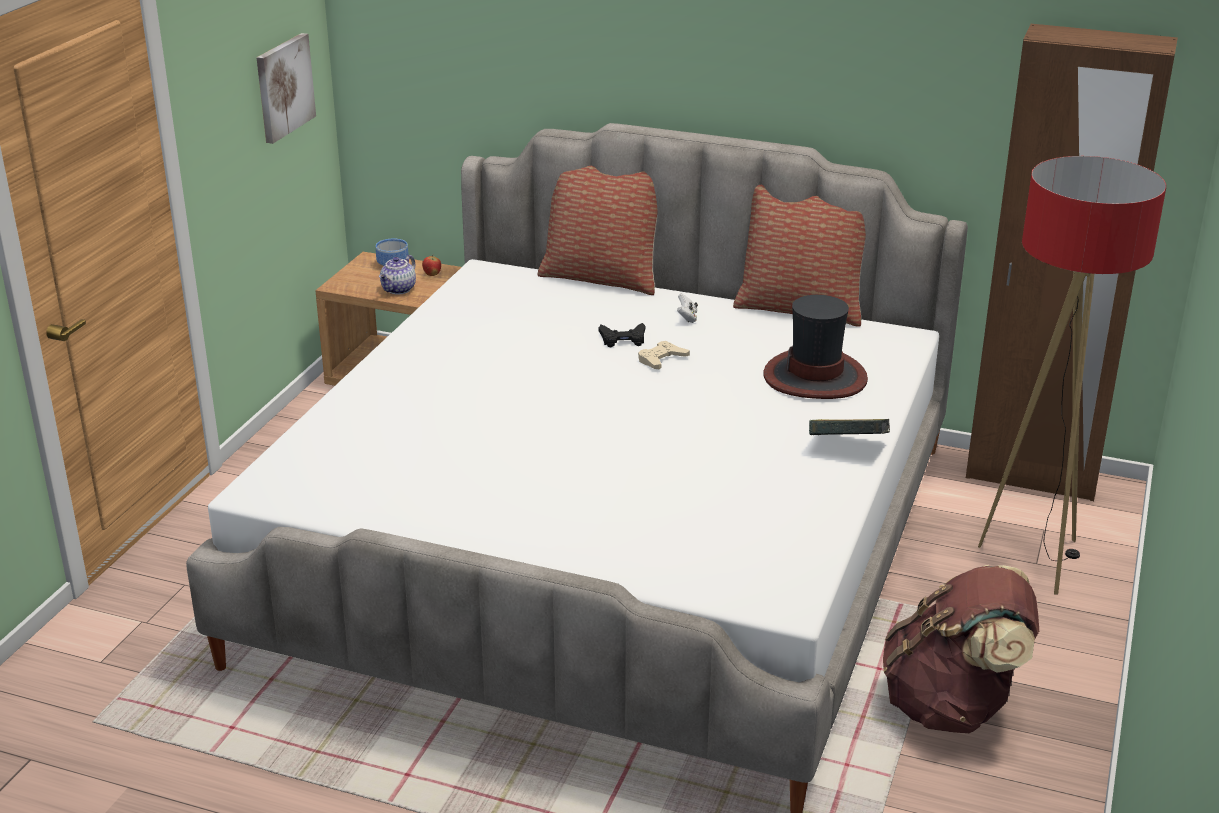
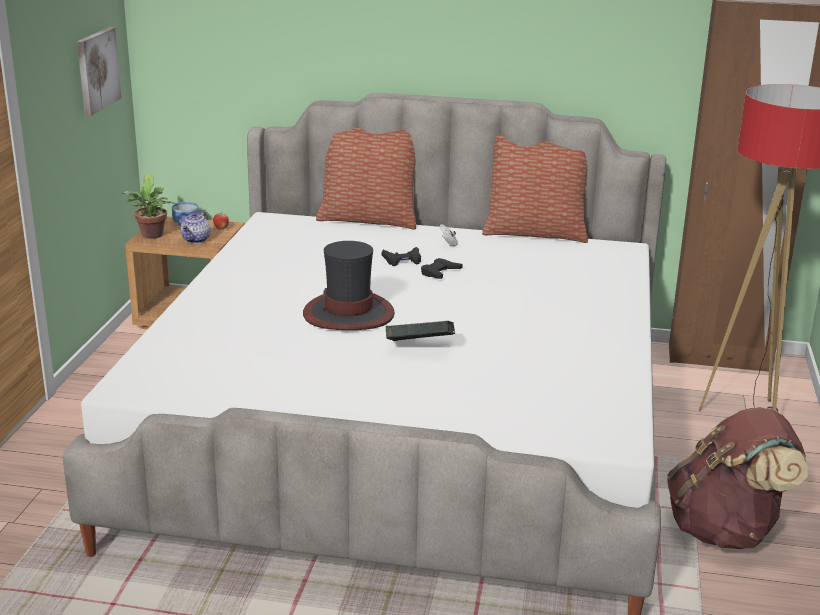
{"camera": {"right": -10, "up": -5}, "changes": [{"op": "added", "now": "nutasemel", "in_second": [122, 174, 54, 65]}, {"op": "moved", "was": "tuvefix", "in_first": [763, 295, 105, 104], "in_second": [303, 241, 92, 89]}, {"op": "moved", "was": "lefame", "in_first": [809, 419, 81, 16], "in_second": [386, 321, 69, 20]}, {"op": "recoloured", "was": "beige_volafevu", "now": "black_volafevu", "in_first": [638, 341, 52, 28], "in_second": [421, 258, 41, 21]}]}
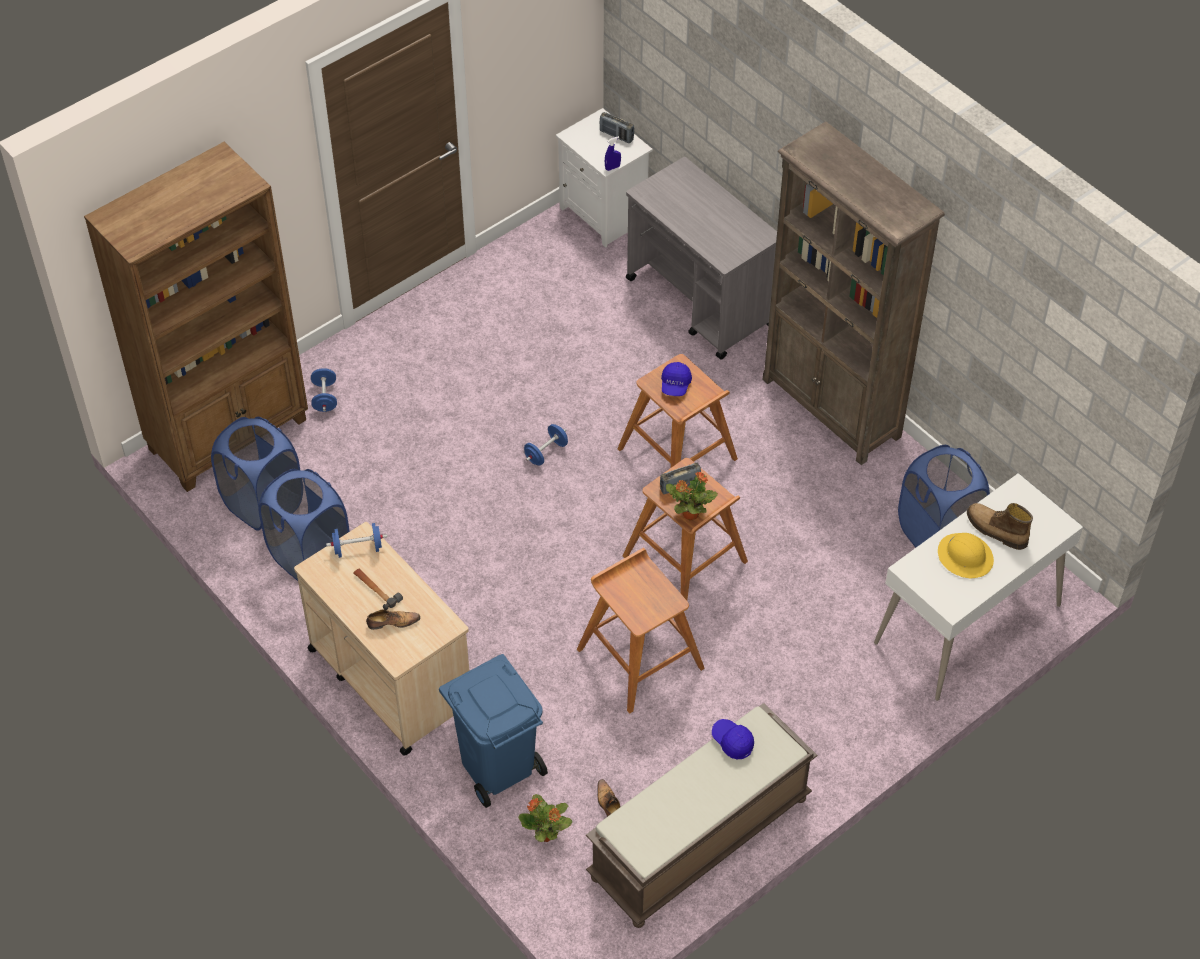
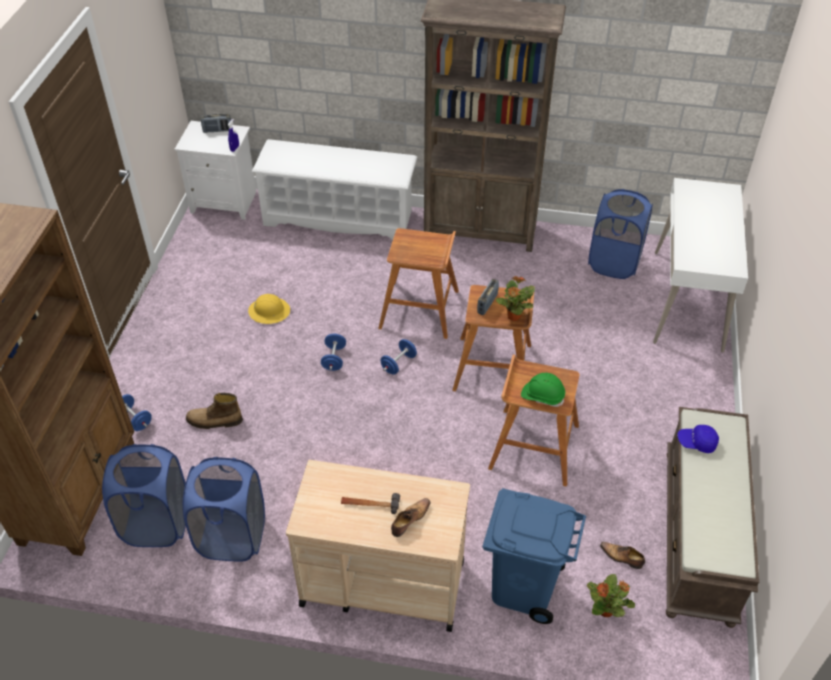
{"camera": {"right": -40, "up": -5}, "changes": [{"op": "removed", "was": "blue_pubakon", "in_first": [661, 362, 31, 34]}, {"op": "added", "now": "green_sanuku", "in_second": [521, 373, 44, 34]}, {"op": "moved", "was": "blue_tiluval", "in_first": [326, 523, 61, 35], "in_second": [381, 339, 36, 36]}, {"op": "moved", "was": "yellow_sanuku", "in_first": [938, 533, 56, 45], "in_second": [248, 294, 42, 30]}, {"op": "moved", "was": "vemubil", "in_first": [967, 503, 66, 47], "in_second": [186, 393, 57, 36]}, {"op": "replaced", "was": "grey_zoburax", "now": "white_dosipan", "in_first": [626, 157, 151, 203], "in_second": [252, 139, 165, 102]}]}
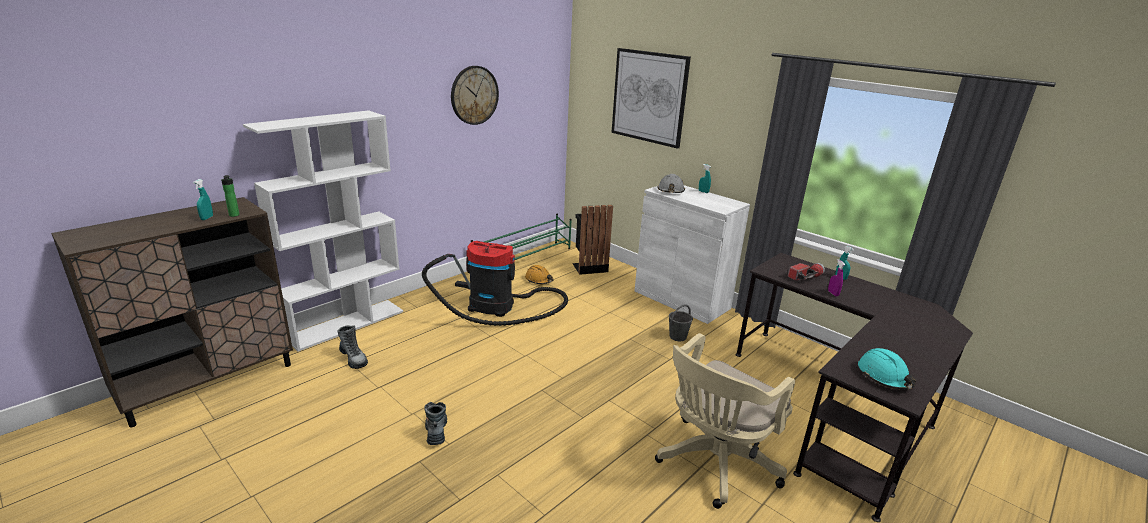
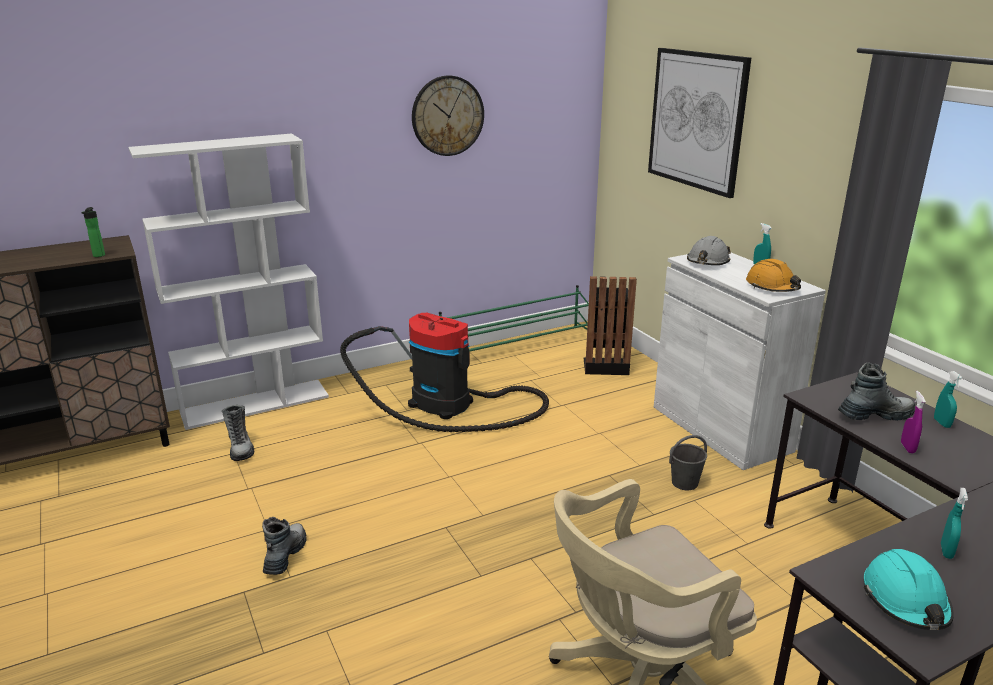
{"camera": {"right": 20, "up": 0}, "changes": [{"op": "moved", "was": "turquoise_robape", "in_first": [193, 179, 20, 41], "in_second": [941, 488, 27, 71]}, {"op": "moved", "was": "orange_sanuku", "in_first": [525, 265, 28, 19], "in_second": [746, 259, 55, 33]}, {"op": "replaced", "was": "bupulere", "now": "vemubil", "in_first": [788, 263, 37, 18], "in_second": [838, 363, 77, 58]}]}
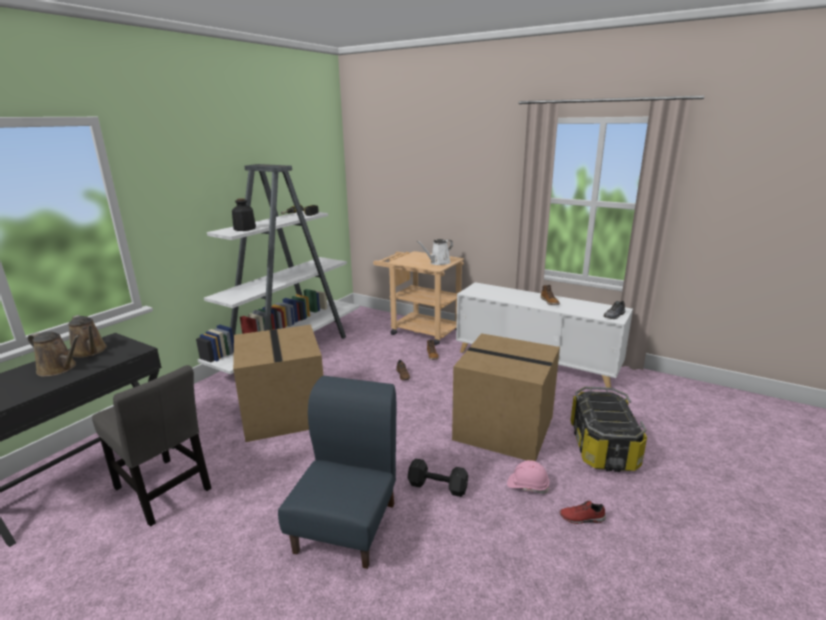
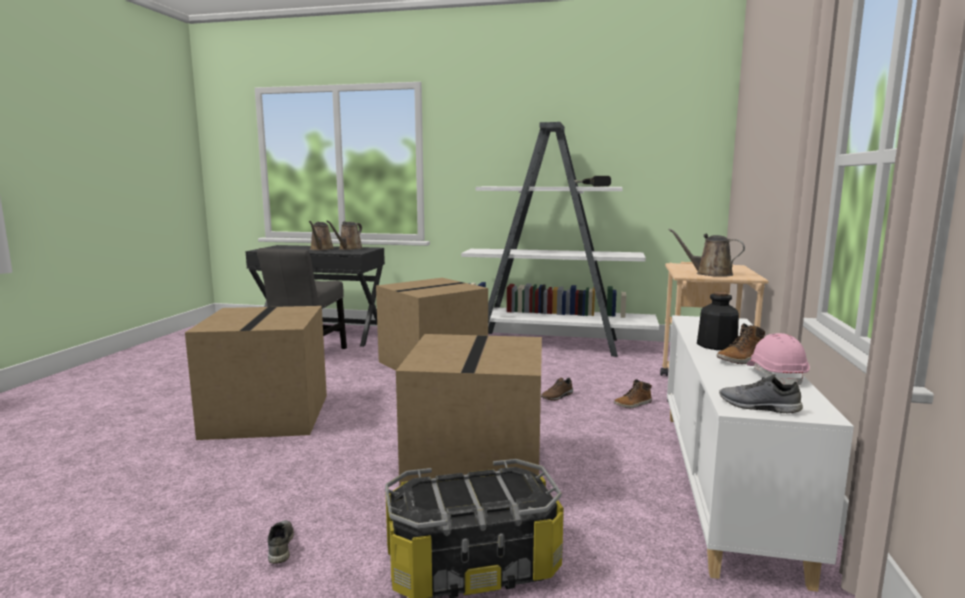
{"camera": {"right": 70, "up": -10}, "changes": [{"op": "removed", "was": "black_tiluval", "in_first": [407, 458, 61, 39]}, {"op": "moved", "was": "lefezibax", "in_first": [232, 198, 24, 33], "in_second": [697, 292, 42, 58]}, {"op": "moved", "was": "pink_sanuku", "in_first": [507, 460, 42, 34], "in_second": [747, 333, 63, 52]}, {"op": "replaced", "was": "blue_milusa", "now": "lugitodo", "in_first": [278, 376, 119, 193], "in_second": [185, 306, 142, 134]}, {"op": "recoloured", "was": "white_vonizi", "now": "brown_vonizi", "in_first": [417, 239, 36, 26], "in_second": [669, 229, 76, 48]}, {"op": "recoloured", "was": "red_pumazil", "now": "grey_pumazil", "in_first": [560, 501, 46, 23], "in_second": [268, 520, 26, 44]}]}
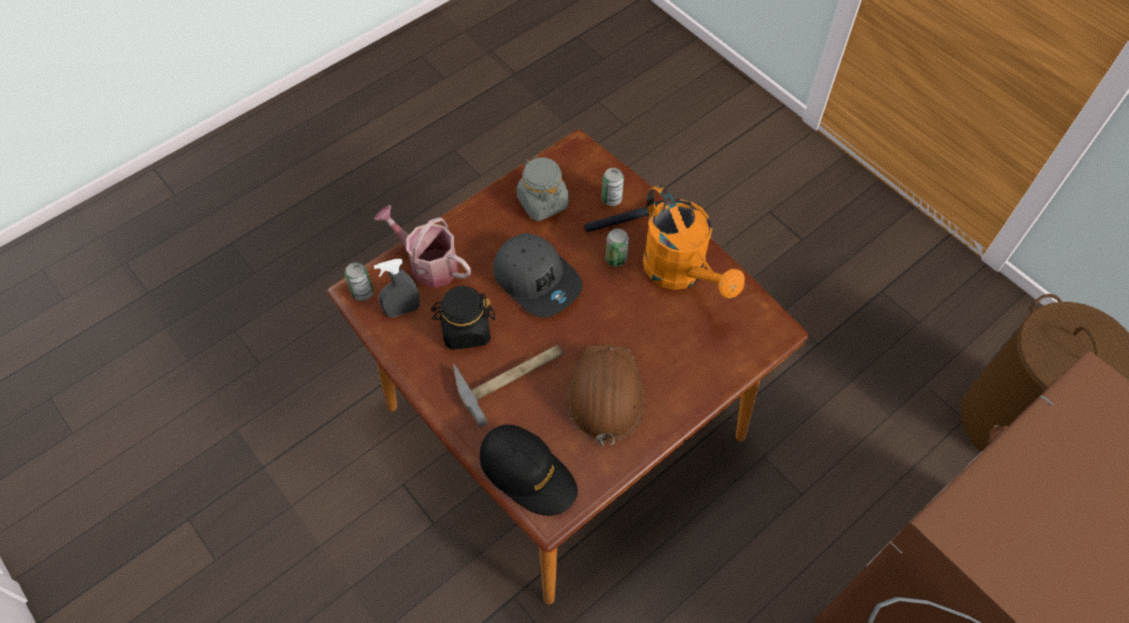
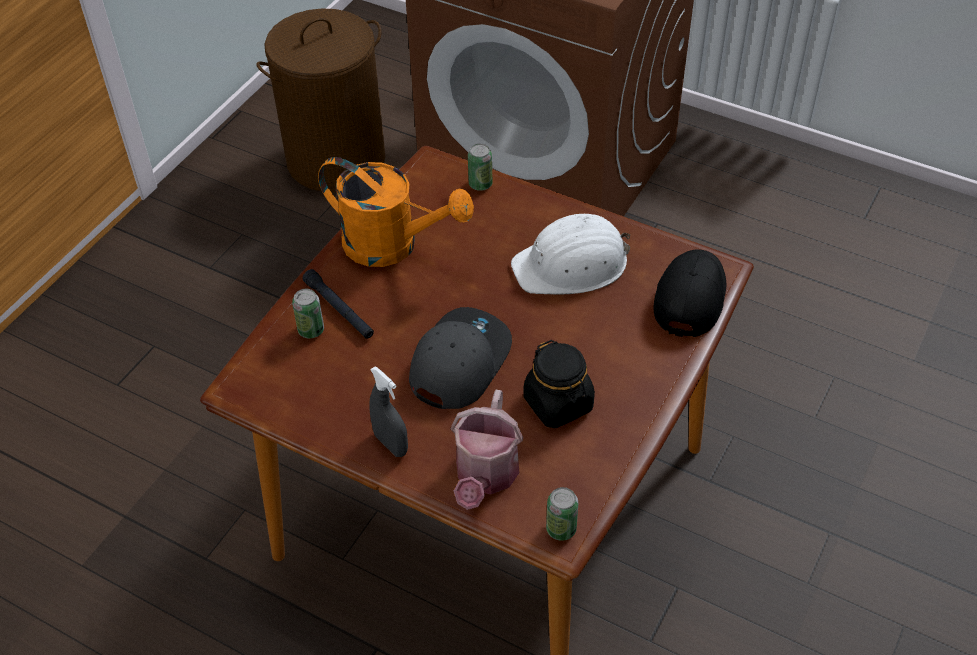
{"camera": {"right": -110, "up": -10}, "changes": [{"op": "removed", "was": "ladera", "in_first": [453, 345, 110, 82]}, {"op": "removed", "was": "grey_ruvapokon", "in_first": [517, 156, 52, 65]}, {"op": "moved", "was": "grey_robape", "in_first": [374, 259, 46, 58], "in_second": [369, 366, 39, 91]}, {"op": "moved", "was": "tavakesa", "in_first": [605, 228, 24, 39], "in_second": [468, 144, 24, 47]}, {"op": "recoloured", "was": "brown_sanuku", "now": "white_sanuku", "in_first": [567, 345, 77, 102], "in_second": [511, 214, 119, 81]}, {"op": "turned", "was": "orange_vonizi", "in_first": [643, 185, 102, 113], "in_second": [318, 157, 156, 110], "clockwise": 75}]}
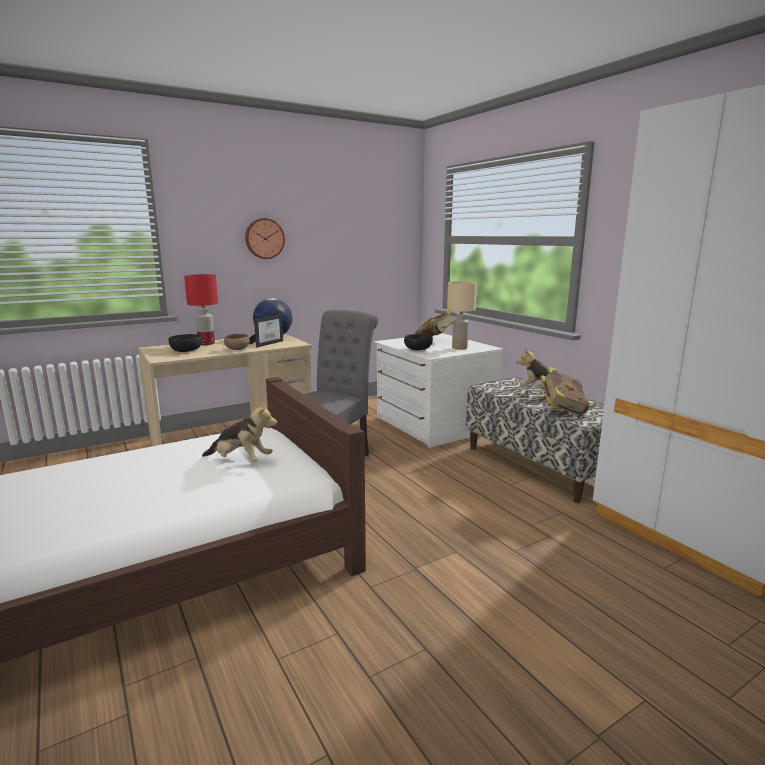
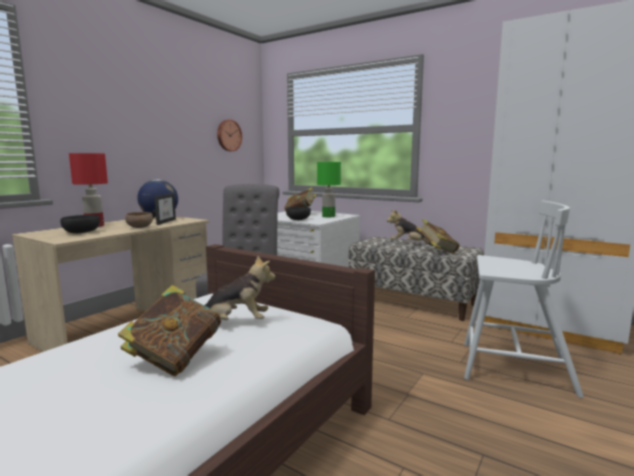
{"camera": {"right": -25, "up": -5}, "changes": [{"op": "added", "now": "lefame", "in_second": [118, 285, 103, 91]}, {"op": "added", "now": "white_milusa", "in_second": [464, 201, 120, 197]}, {"op": "moved", "was": "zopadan", "in_first": [245, 218, 40, 41], "in_second": [217, 119, 25, 32]}, {"op": "recoloured", "was": "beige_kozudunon", "now": "green_kozudunon", "in_first": [447, 281, 30, 68], "in_second": [317, 162, 24, 55]}]}
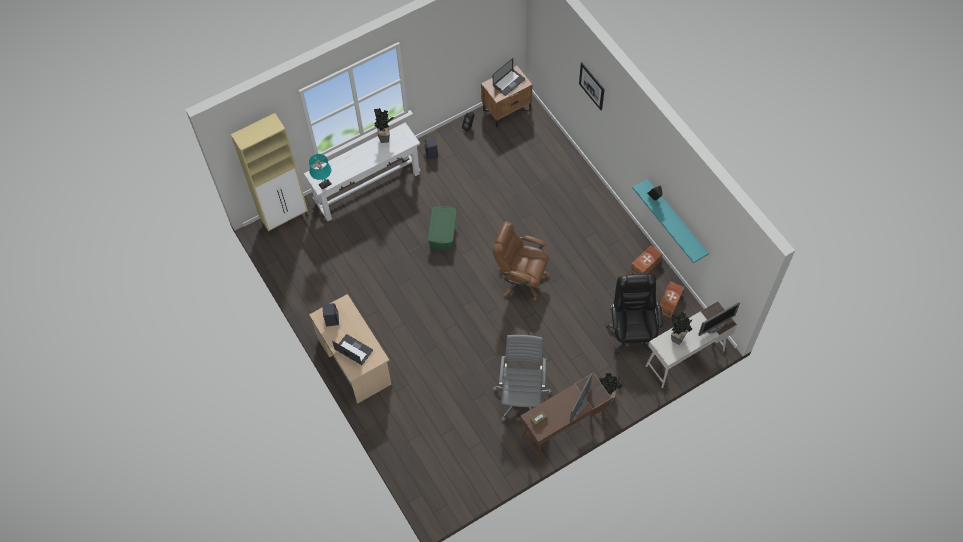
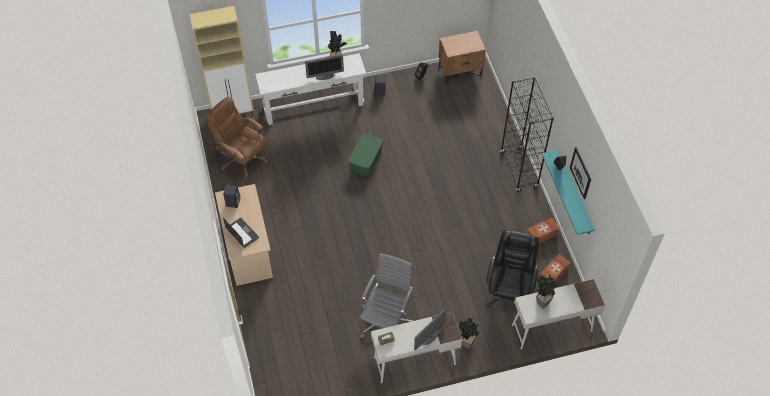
{"camera": {"right": 15, "up": -5}, "changes": [{"op": "removed", "was": "turquoise_kozudunon", "in_first": [309, 154, 22, 35]}, {"op": "removed", "was": "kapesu", "in_first": [493, 58, 32, 38]}, {"op": "added", "now": "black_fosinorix", "in_second": [500, 77, 54, 115]}, {"op": "moved", "was": "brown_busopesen", "in_first": [493, 221, 57, 80], "in_second": [206, 97, 62, 83]}, {"op": "moved", "was": "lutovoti", "in_first": [579, 62, 26, 48], "in_second": [570, 147, 21, 52]}, {"op": "moved", "was": "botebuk", "in_first": [698, 302, 42, 34], "in_second": [305, 55, 39, 25]}, {"op": "recoloured", "was": "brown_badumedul", "now": "white_badumedul", "in_first": [520, 373, 92, 89], "in_second": [371, 312, 91, 71]}]}
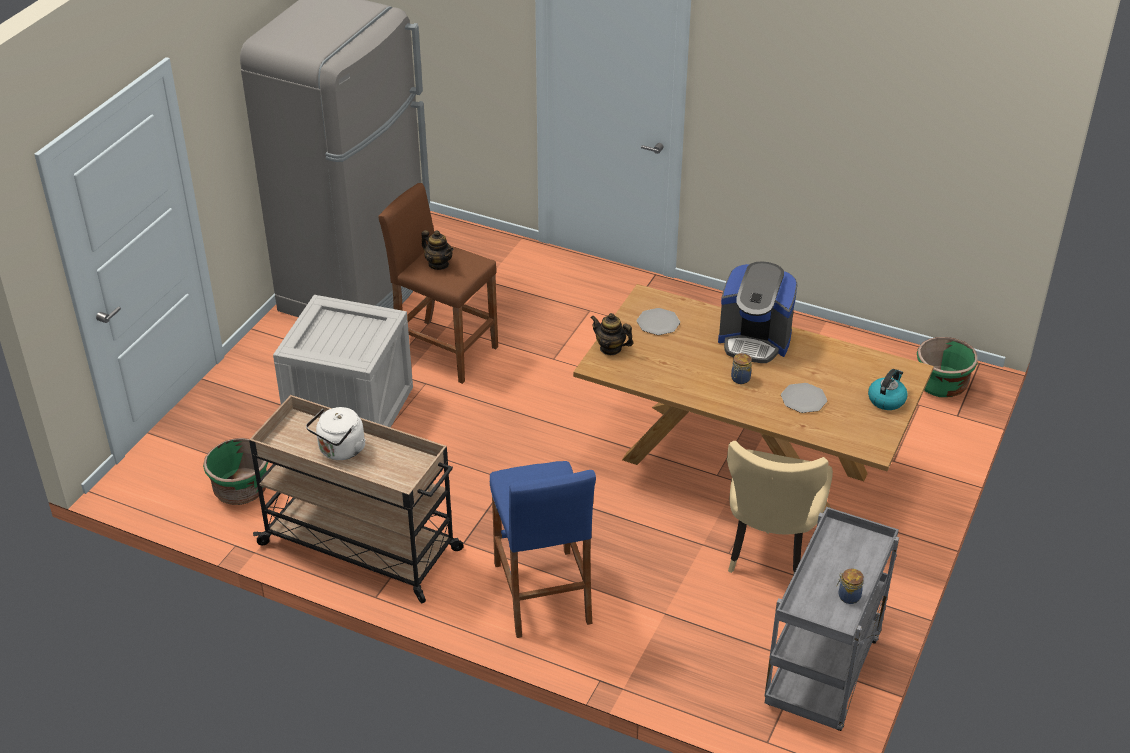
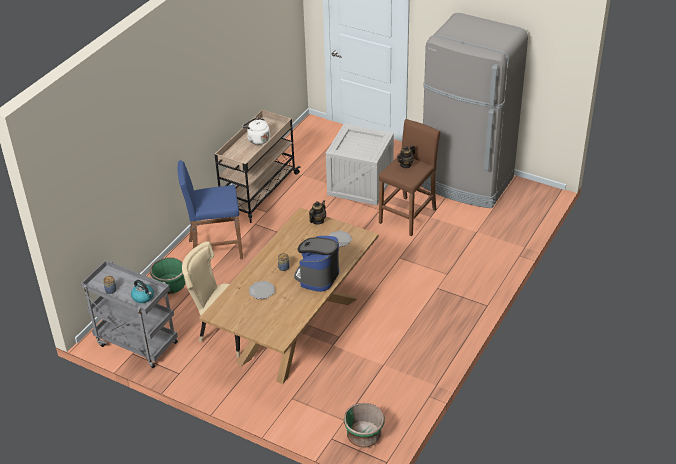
{"camera": {"right": 95, "up": 0}, "changes": [{"op": "moved", "was": "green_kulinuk", "in_first": [203, 438, 65, 67], "in_second": [150, 257, 35, 37]}, {"op": "moved", "was": "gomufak", "in_first": [868, 369, 40, 41], "in_second": [131, 280, 23, 23]}]}
